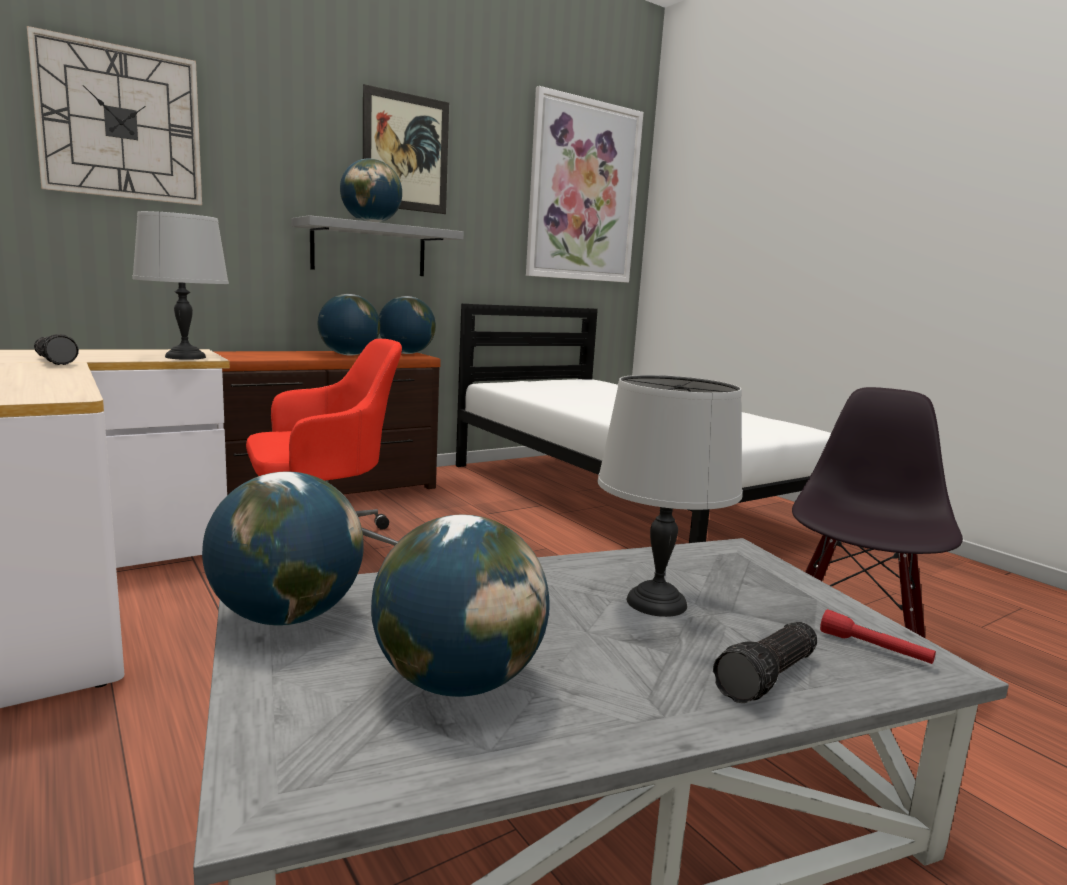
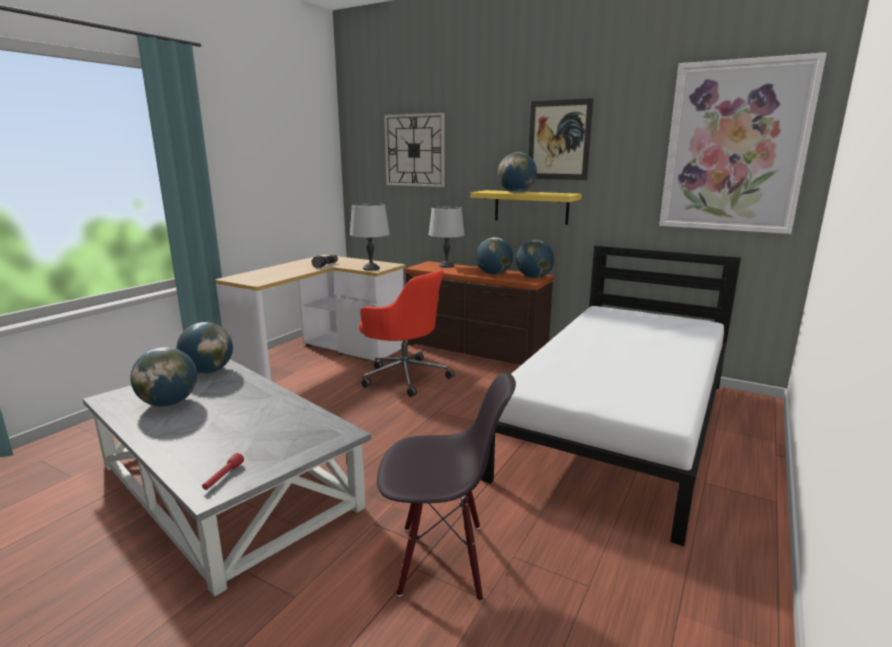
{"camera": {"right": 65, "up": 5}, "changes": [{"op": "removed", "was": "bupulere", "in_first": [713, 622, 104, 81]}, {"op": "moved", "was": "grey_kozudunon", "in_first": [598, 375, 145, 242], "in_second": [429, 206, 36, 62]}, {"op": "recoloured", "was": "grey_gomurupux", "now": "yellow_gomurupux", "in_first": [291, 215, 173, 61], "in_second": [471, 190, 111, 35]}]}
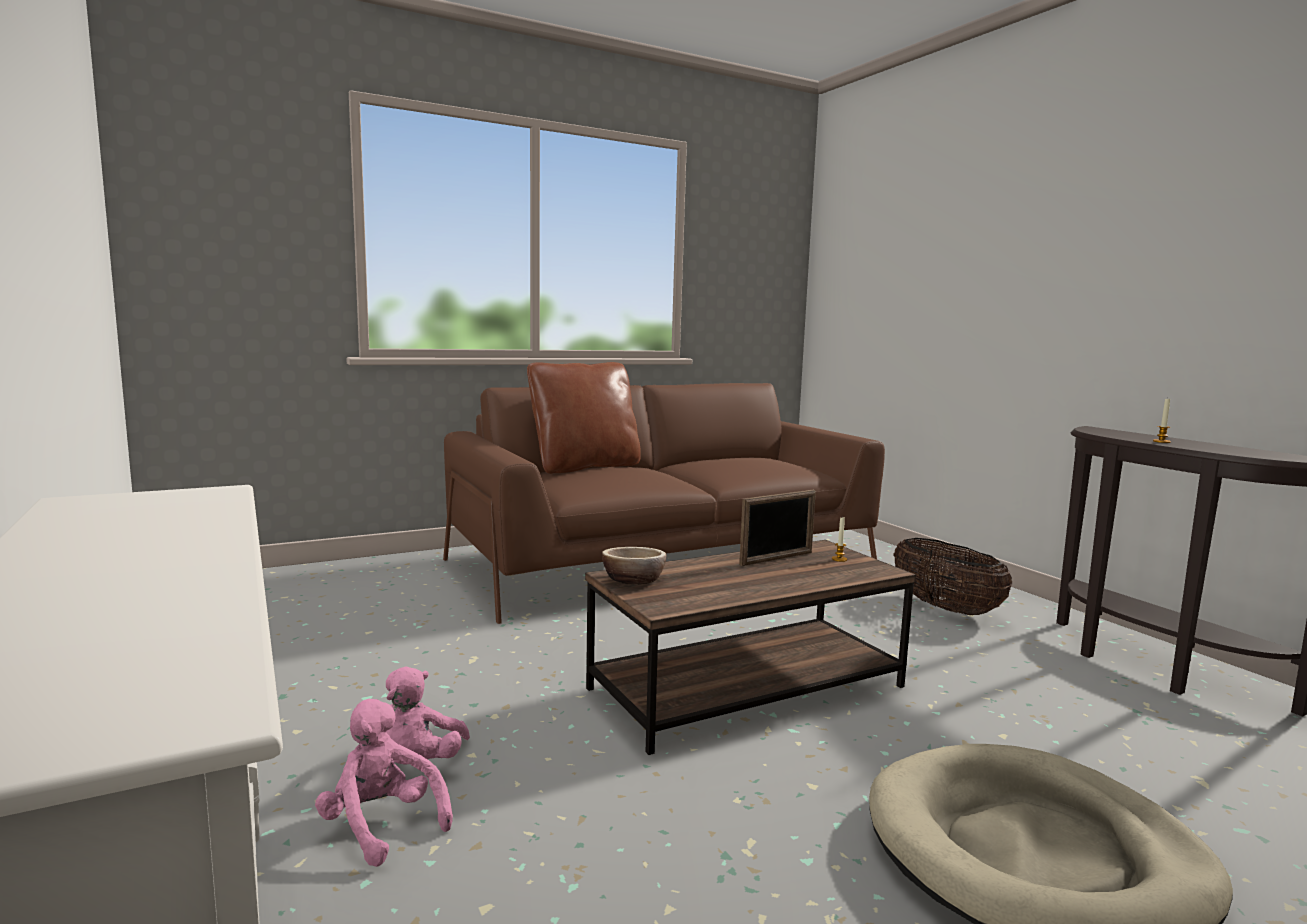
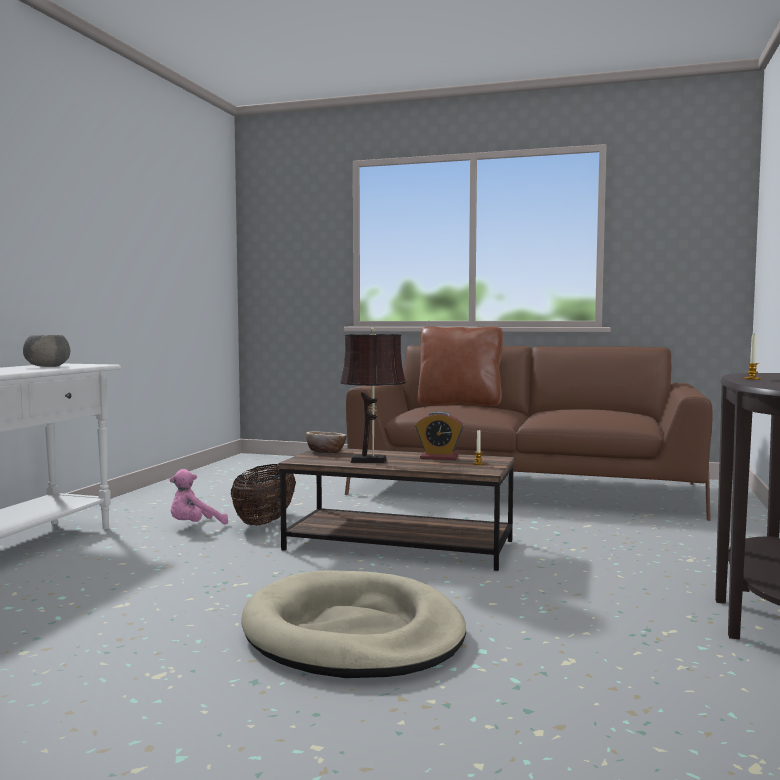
{"camera": {"right": 45, "up": -5}, "changes": [{"op": "removed", "was": "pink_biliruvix", "in_first": [315, 699, 138, 168]}, {"op": "added", "now": "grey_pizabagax", "in_second": [23, 335, 47, 32]}, {"op": "added", "now": "brown_kozudunon", "in_second": [340, 328, 66, 136]}, {"op": "moved", "was": "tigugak", "in_first": [893, 538, 119, 77], "in_second": [231, 464, 65, 62]}, {"op": "replaced", "was": "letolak", "now": "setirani", "in_first": [739, 490, 77, 76], "in_second": [415, 411, 49, 49]}]}
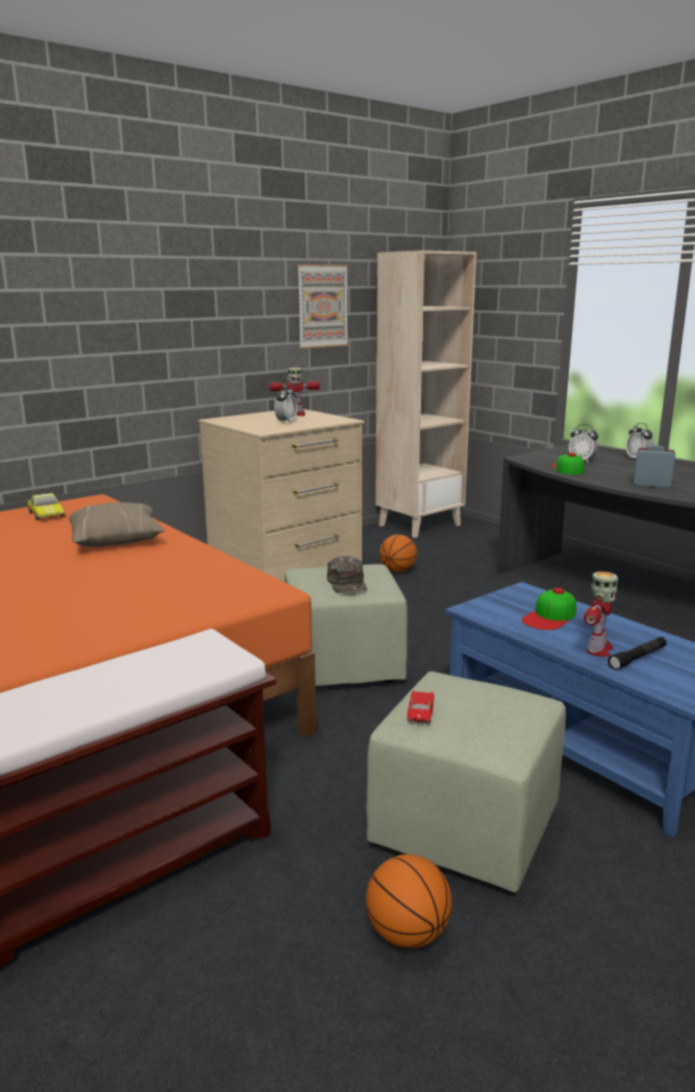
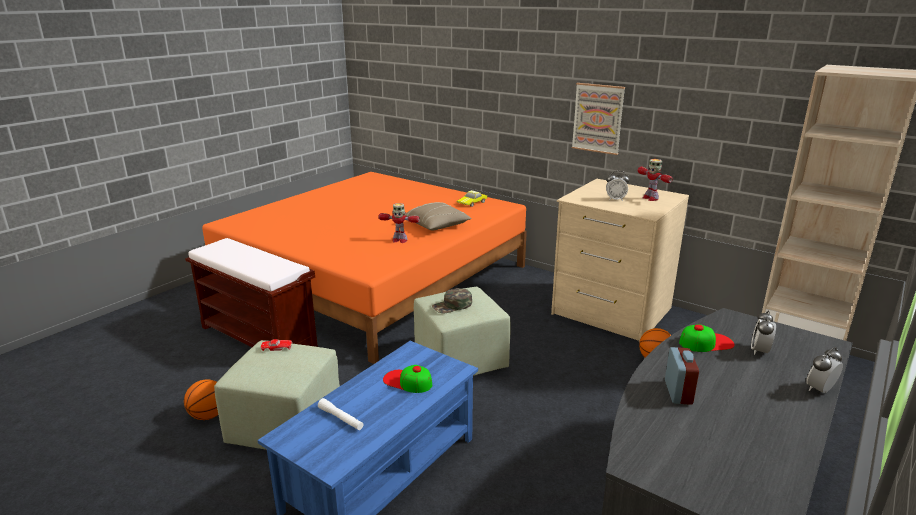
{"camera": {"right": 75, "up": 5}, "changes": [{"op": "moved", "was": "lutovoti", "in_first": [297, 264, 51, 85], "in_second": [572, 83, 53, 72]}, {"op": "moved", "was": "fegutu", "in_first": [584, 571, 34, 86], "in_second": [378, 203, 42, 40]}, {"op": "recoloured", "was": "black_bupulere", "now": "white_bupulere", "in_first": [608, 637, 59, 33], "in_second": [318, 398, 45, 32]}]}
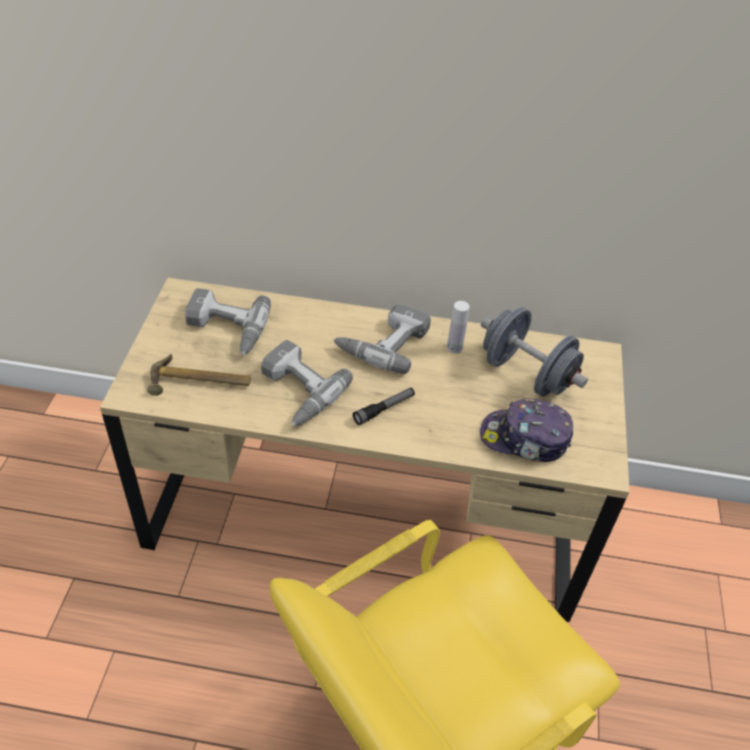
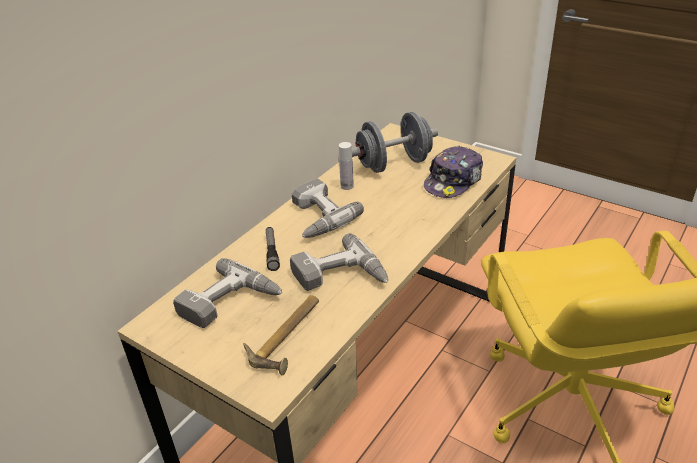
{"camera": {"right": -60, "up": -10}, "changes": [{"op": "moved", "was": "bupulere", "in_first": [353, 388, 62, 37], "in_second": [266, 227, 14, 44]}]}
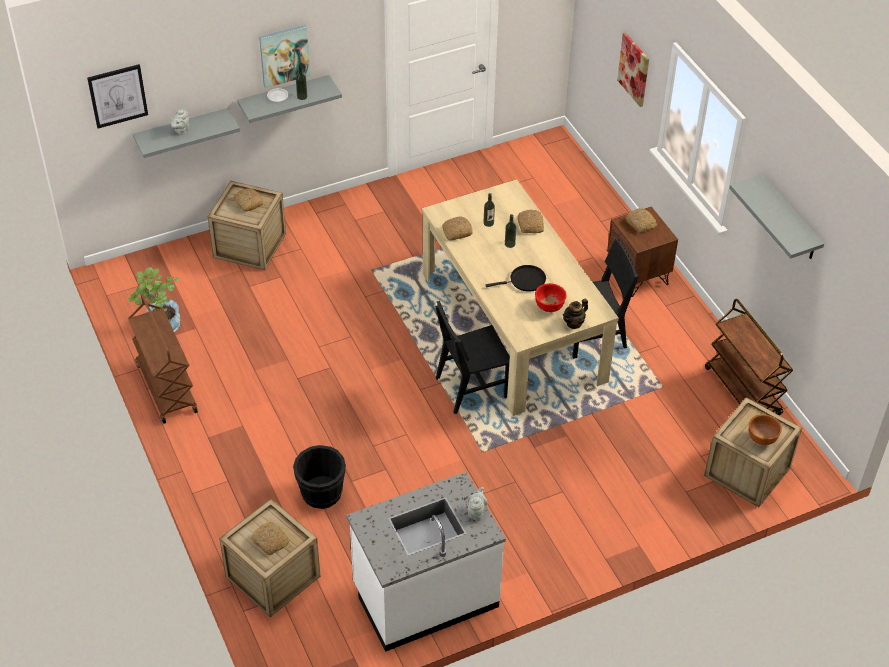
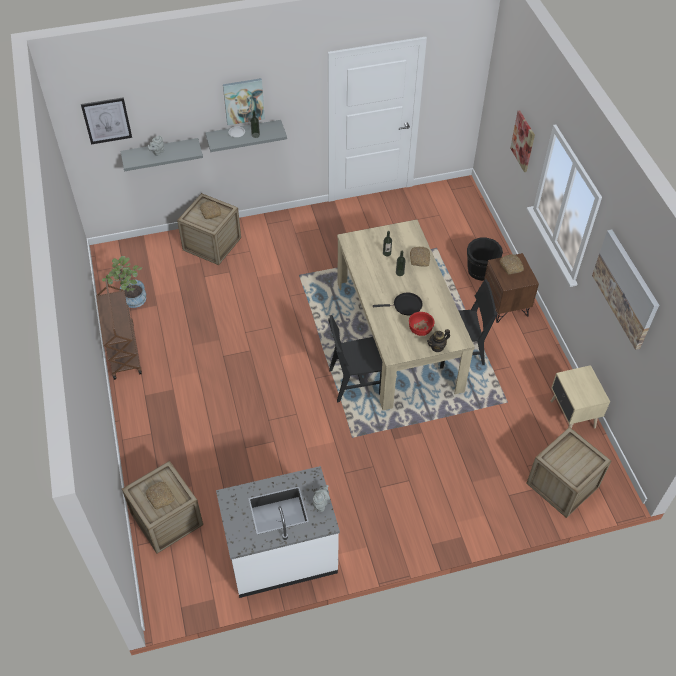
{"camera": {"right": 10, "up": 5}, "changes": [{"op": "removed", "was": "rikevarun", "in_first": [442, 216, 31, 25]}, {"op": "removed", "was": "brown_pizabagax", "in_first": [749, 414, 33, 31]}, {"op": "moved", "was": "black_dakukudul", "in_first": [293, 445, 53, 64], "in_second": [467, 237, 36, 44]}, {"op": "replaced", "was": "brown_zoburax", "now": "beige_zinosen", "in_first": [705, 299, 88, 116], "in_second": [550, 365, 60, 63]}, {"op": "replaced", "was": "grey_gomurupux", "now": "lutovoti", "in_first": [729, 175, 95, 84], "in_second": [592, 229, 67, 121]}]}
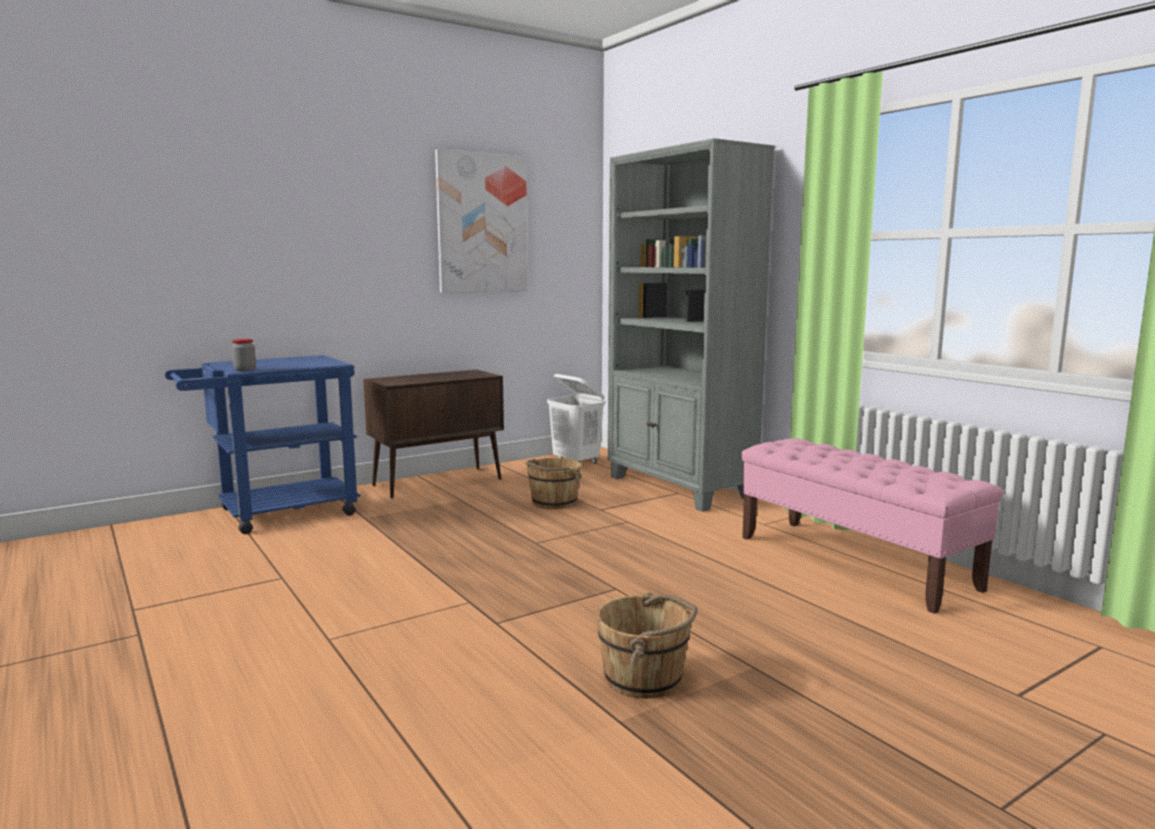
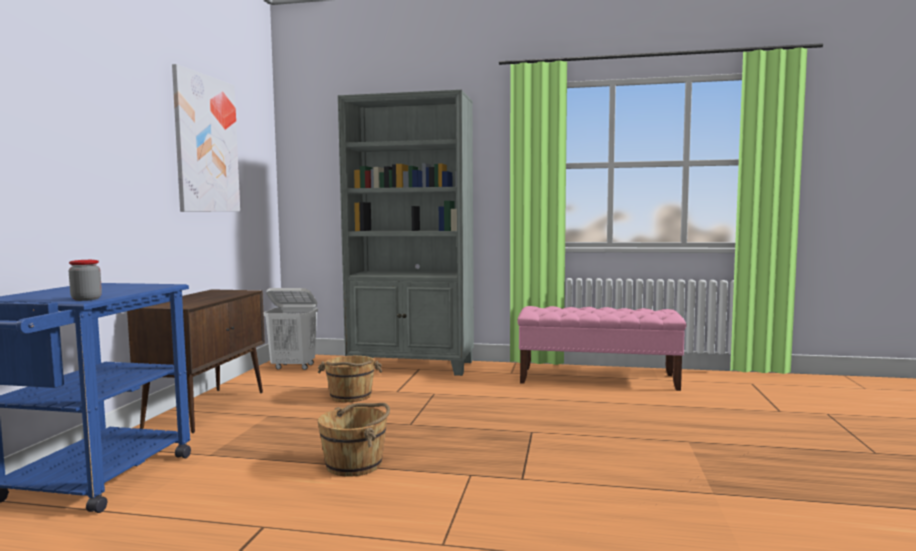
{"camera": {"right": -45, "up": -5}, "changes": [{"op": "moved", "was": "brown_dakukudul", "in_first": [596, 593, 101, 105], "in_second": [318, 403, 72, 73]}]}
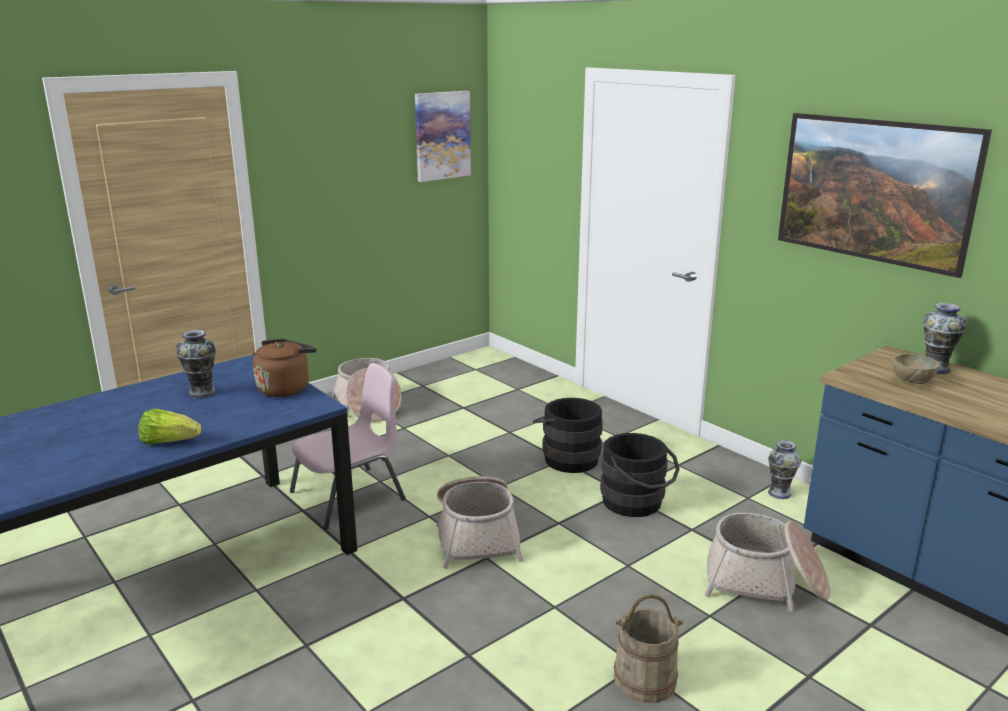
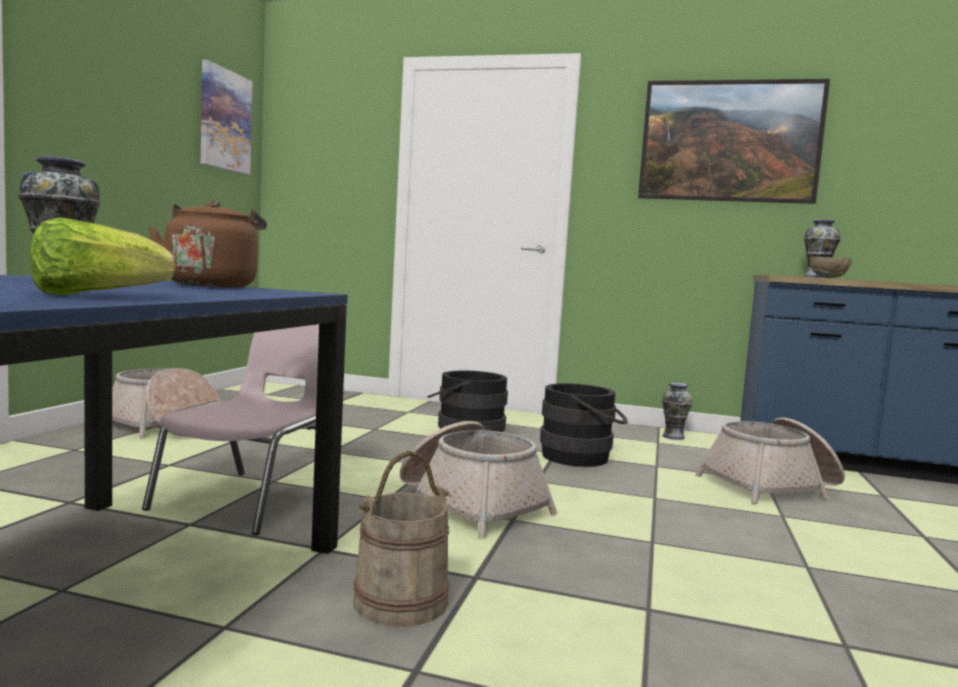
{"camera": {"right": -35, "up": -15}, "changes": [{"op": "moved", "was": "beige_dakukudul", "in_first": [614, 594, 69, 109], "in_second": [354, 451, 96, 176]}]}
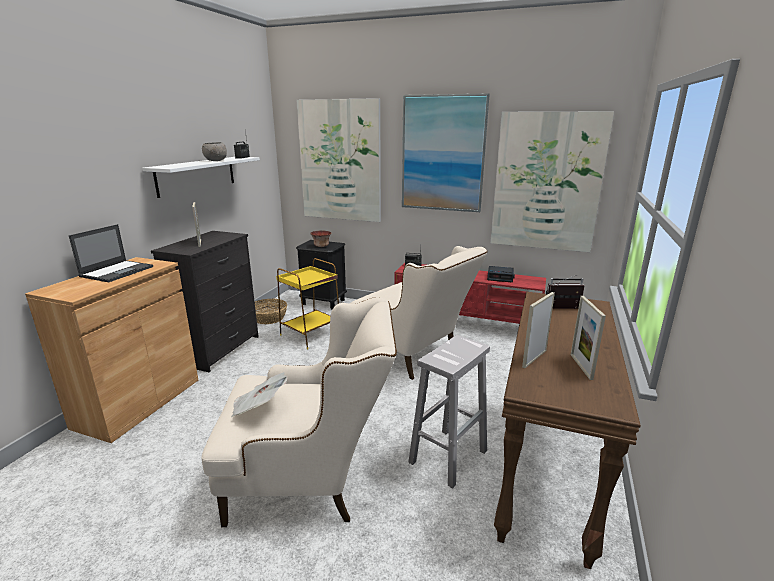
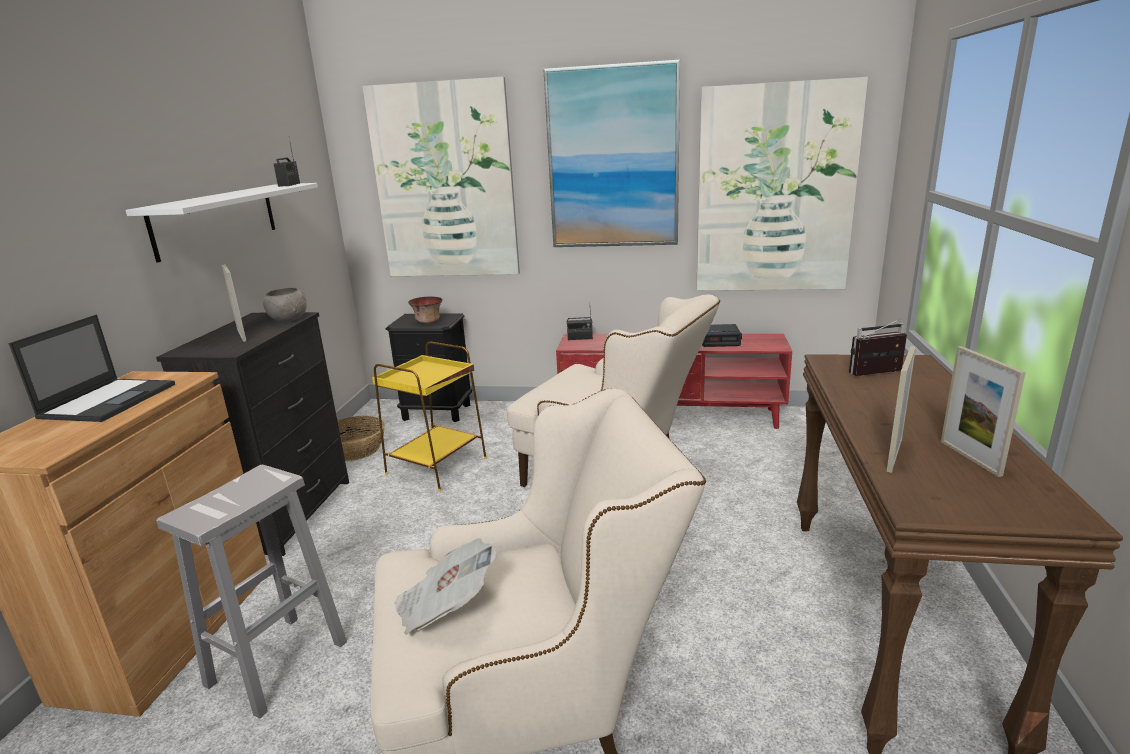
{"camera": {"right": -10, "up": 0}, "changes": [{"op": "moved", "was": "grey_pizabagax", "in_first": [202, 142, 25, 19], "in_second": [263, 287, 44, 34]}, {"op": "moved", "was": "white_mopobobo", "in_first": [408, 335, 82, 153], "in_second": [156, 465, 191, 254]}]}
